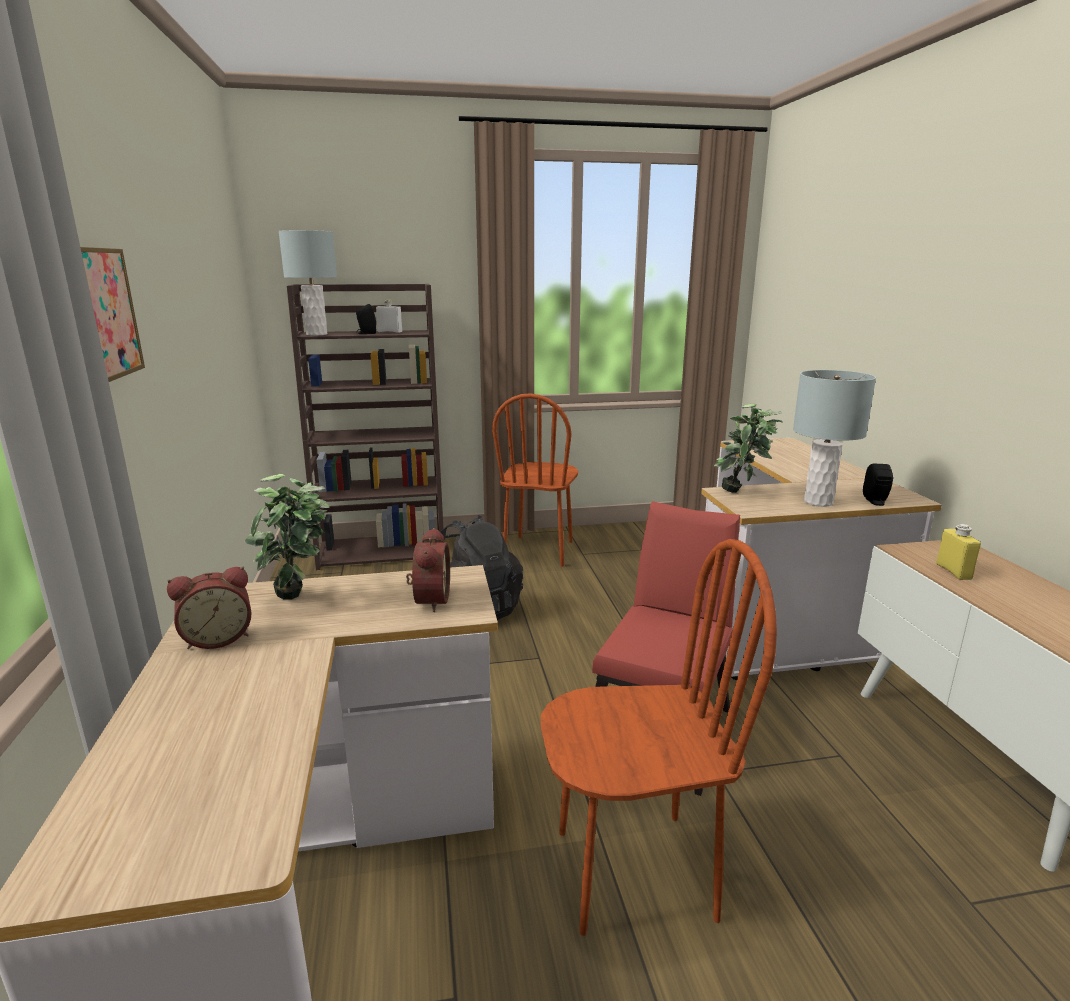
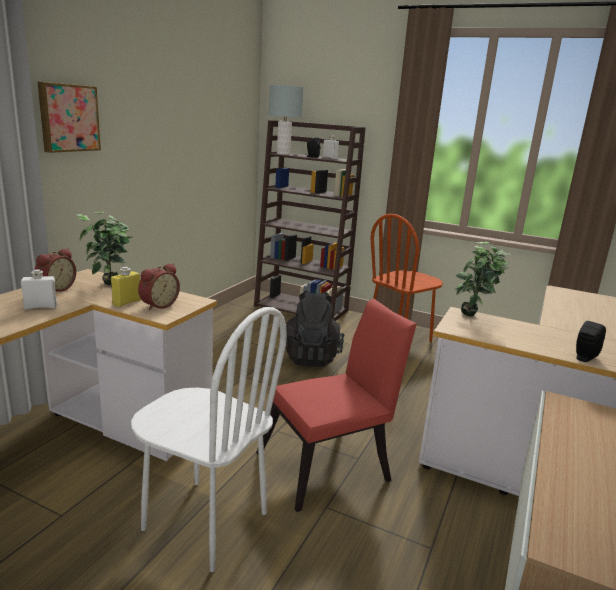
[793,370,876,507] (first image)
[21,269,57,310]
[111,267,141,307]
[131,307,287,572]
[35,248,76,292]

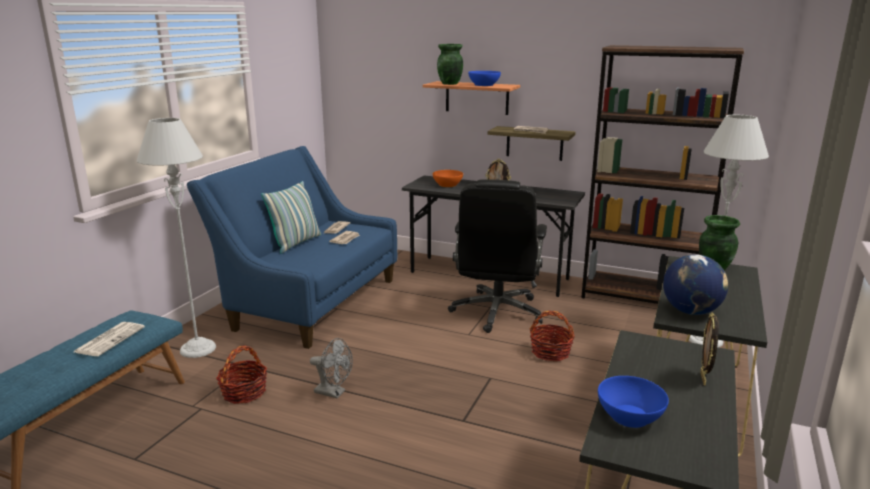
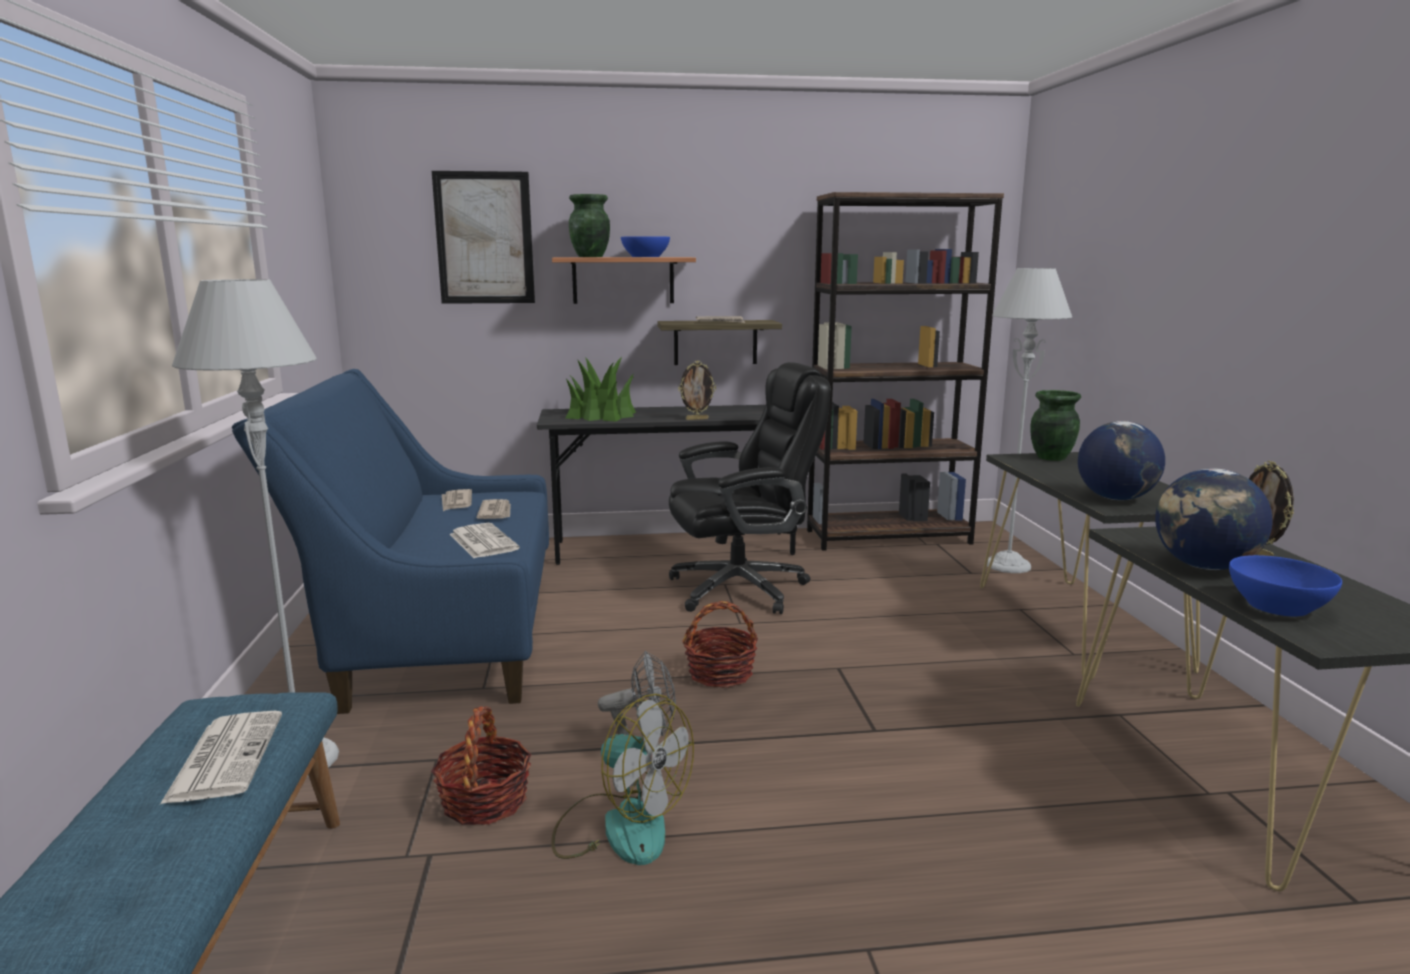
[261,181,321,254] (first image)
[432,171,535,304]
[450,523,520,558]
[551,694,694,865]
[1155,469,1272,570]
[682,601,758,688]
[566,357,636,421]
[669,362,831,614]

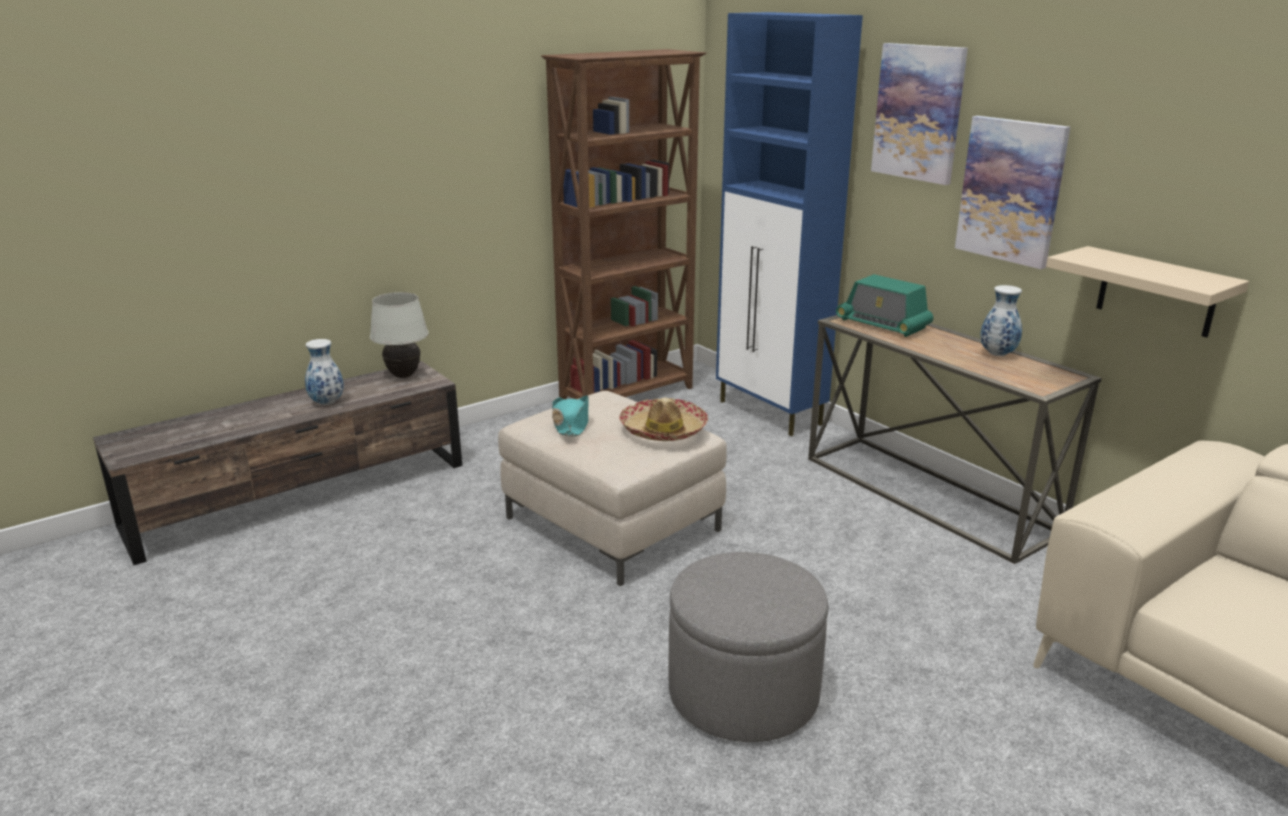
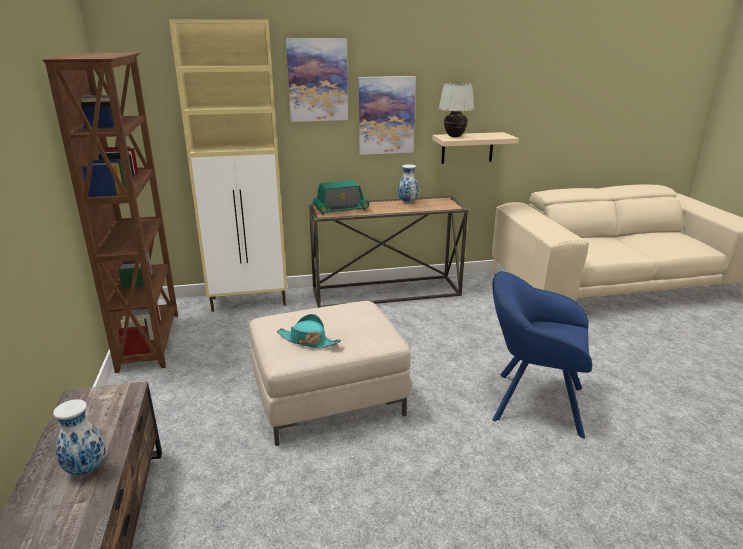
[619,398,708,441] (first image)
[438,82,475,137]
[492,271,592,438]
[169,19,287,312]

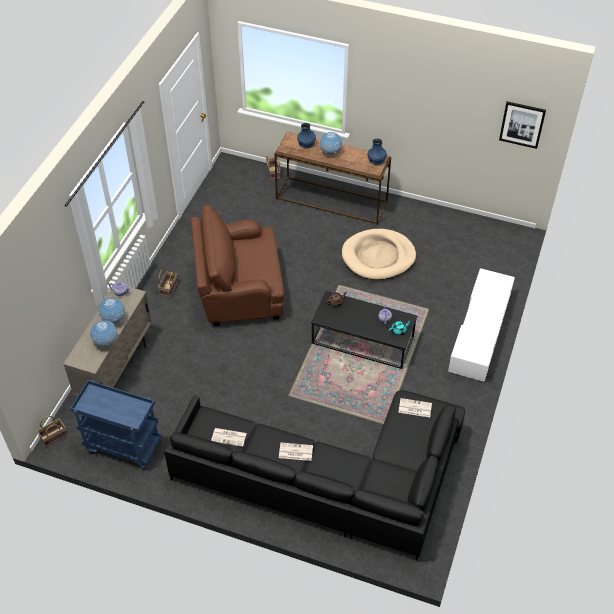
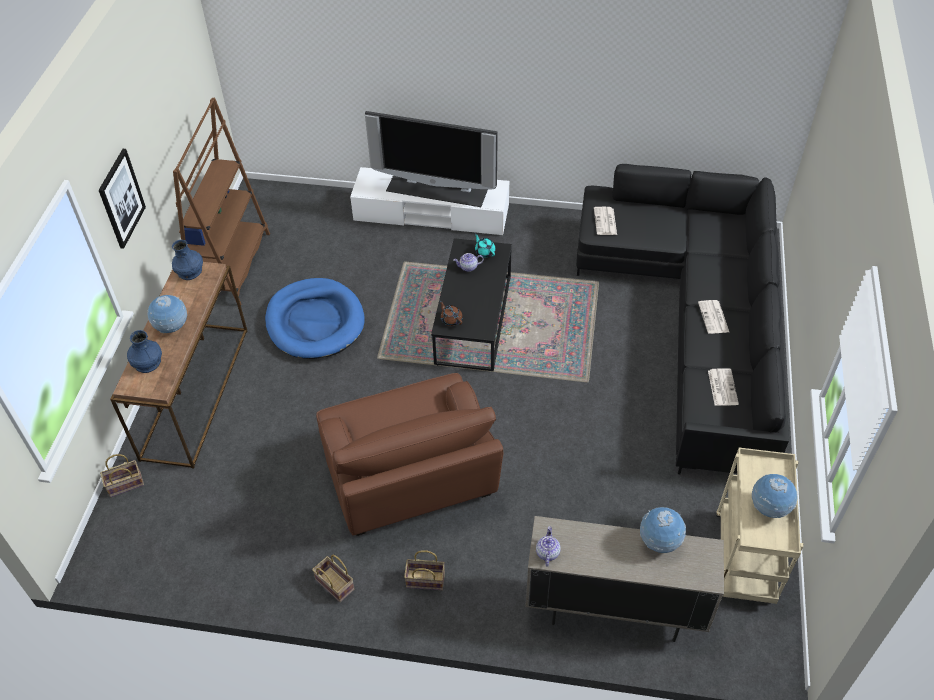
[173,98,270,305]
[365,111,498,207]
[312,555,354,602]
[752,474,797,518]
[99,149,146,249]
[716,448,803,604]
[265,278,365,359]

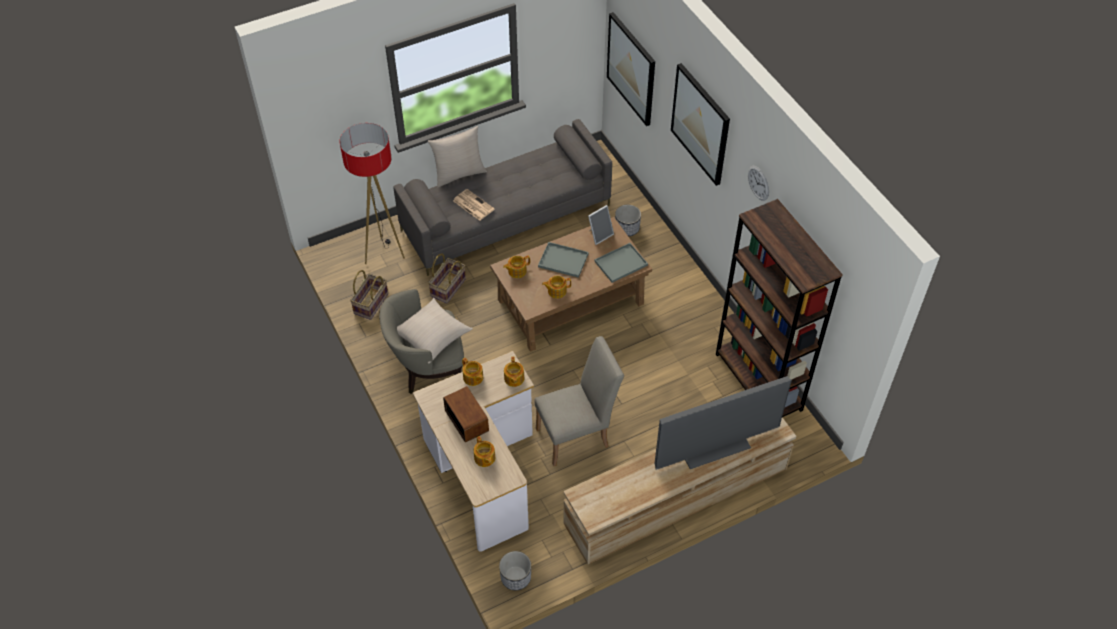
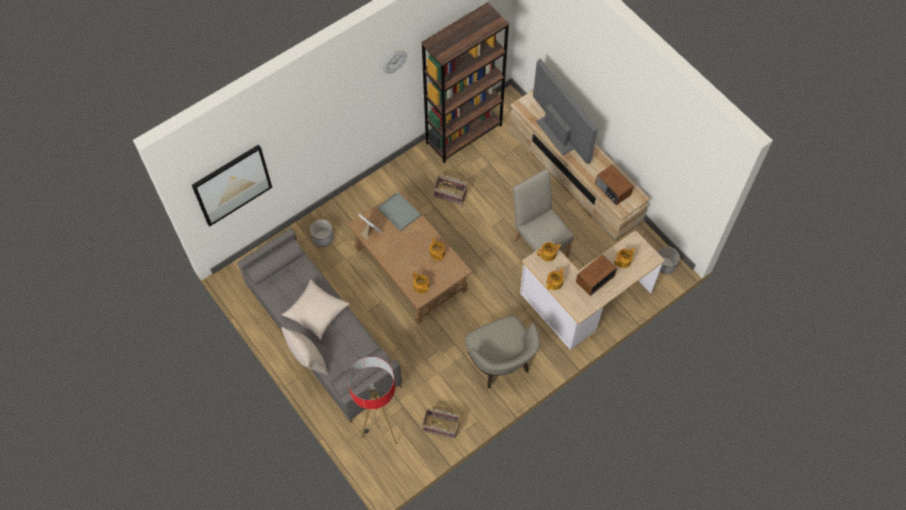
[453,189,495,221] (first image)
[538,242,589,278] (first image)
[671,63,730,186] (first image)
[595,165,633,205]
[282,279,349,340]
[433,168,468,205]

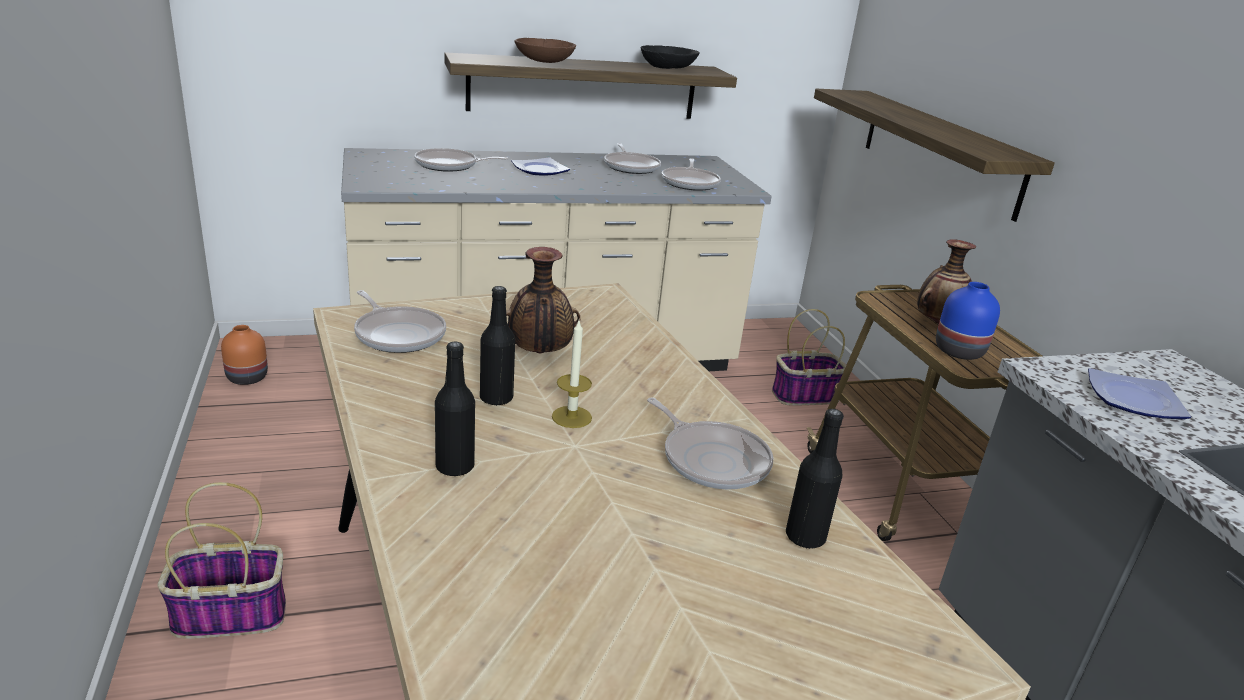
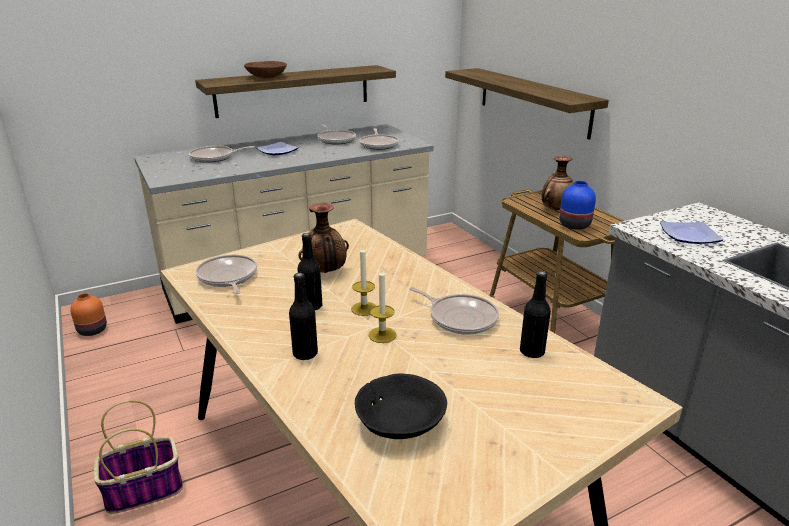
[772,309,846,406] (first image)
[368,269,397,343]
[355,373,447,439]
[196,255,257,294]

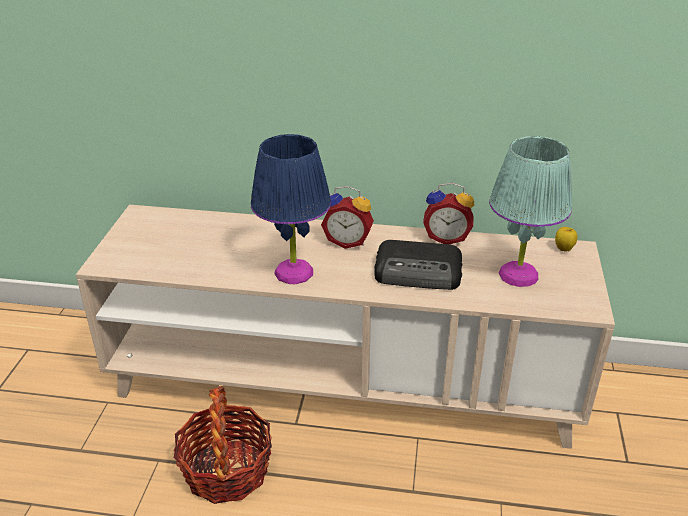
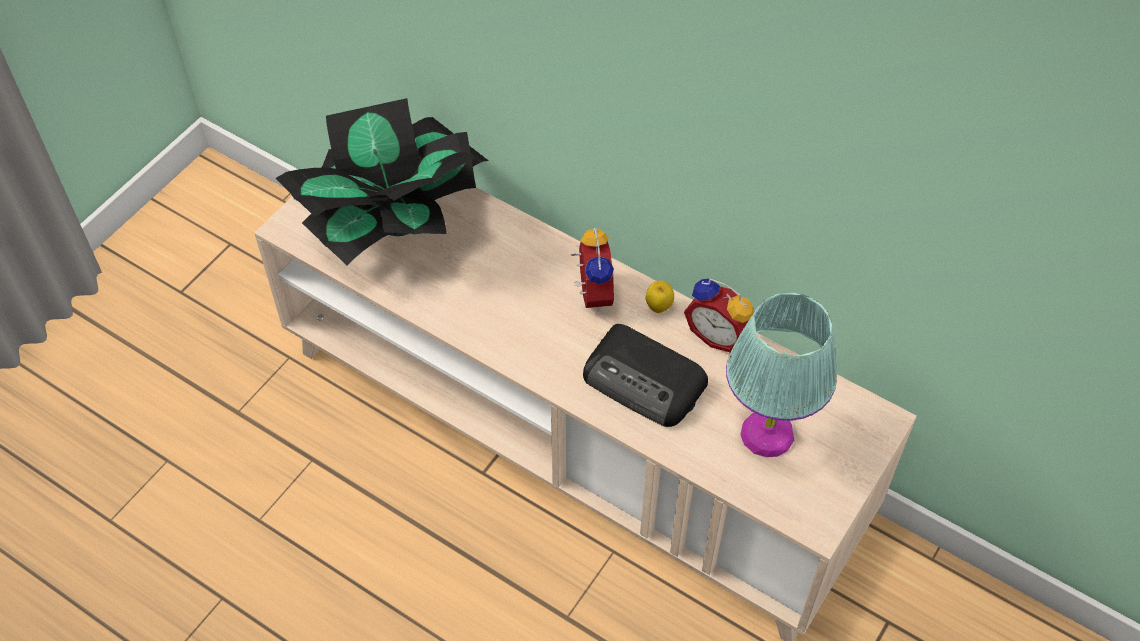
[174,386,272,504] (first image)
[251,134,331,284] (first image)
[276,98,489,266]
[646,280,674,313]
[570,228,614,312]

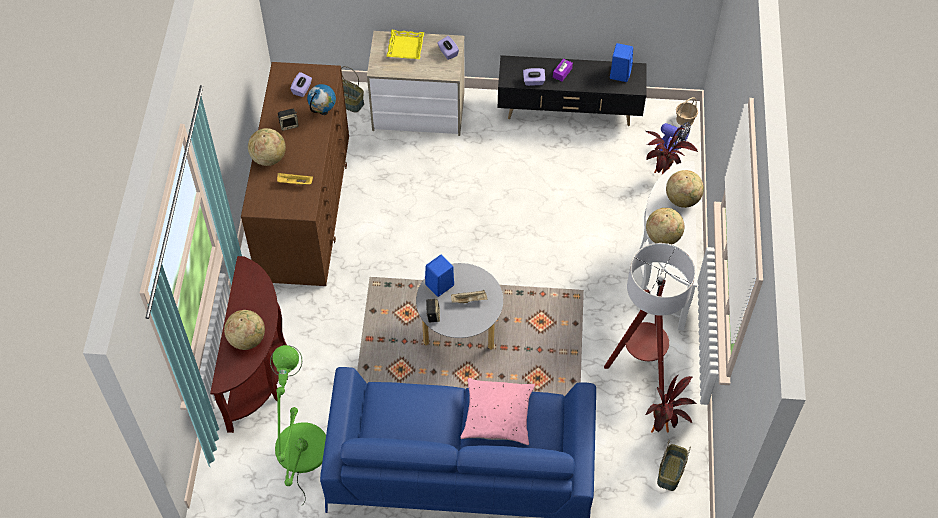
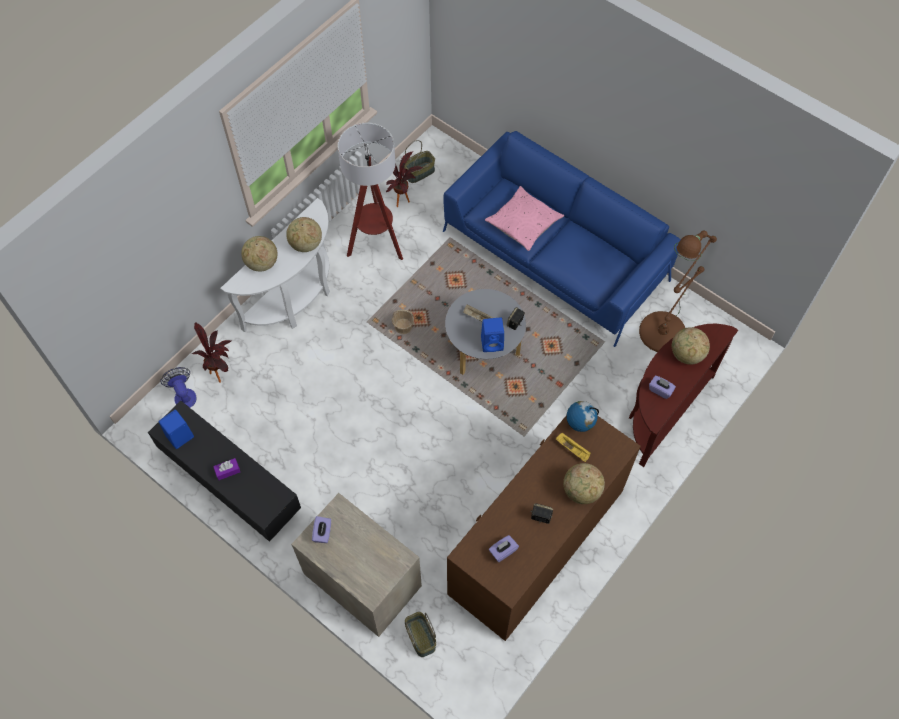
[386,30,424,59] (first image)
[566,401,599,432]
[649,375,676,399]
[392,310,414,334]
[639,231,717,352]

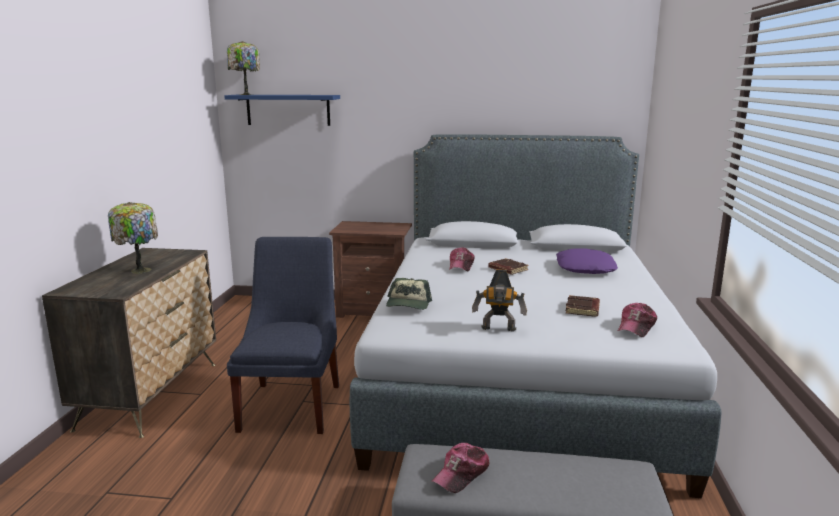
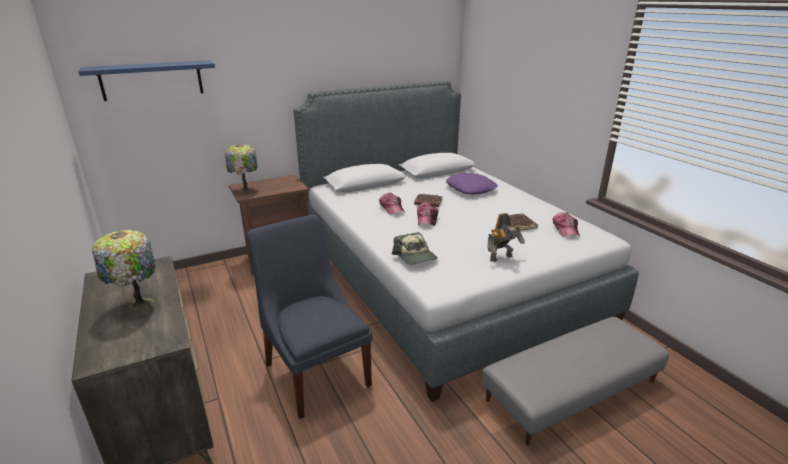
[225,144,258,193]
[417,203,439,226]

